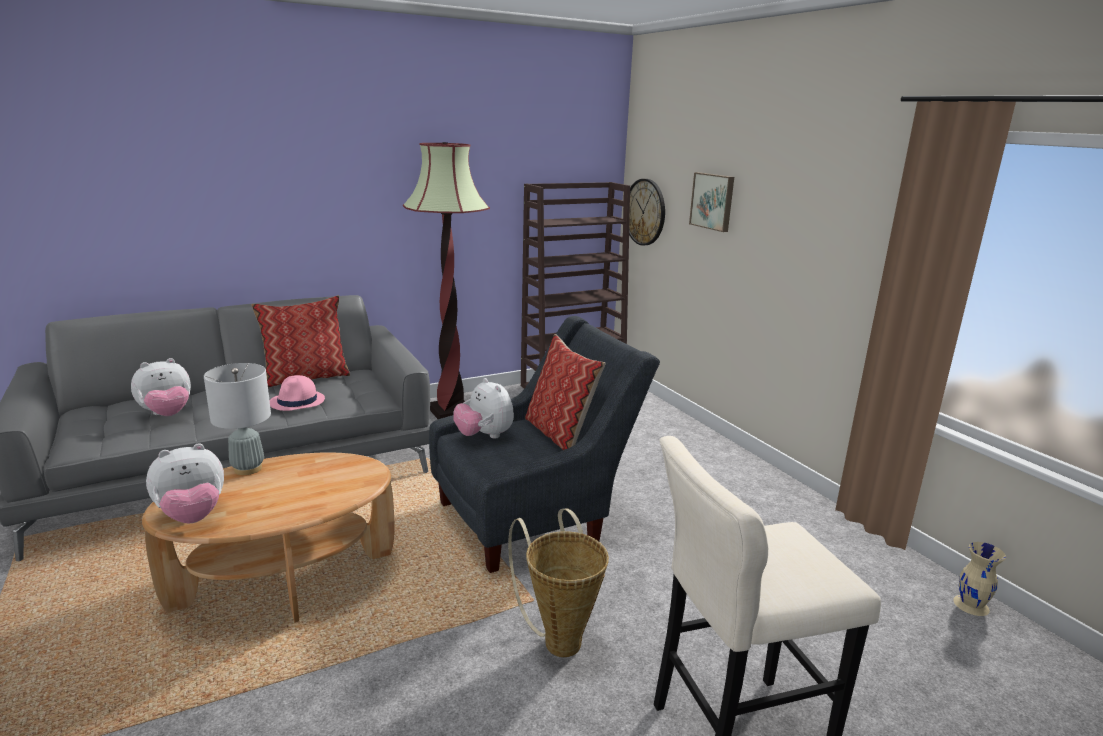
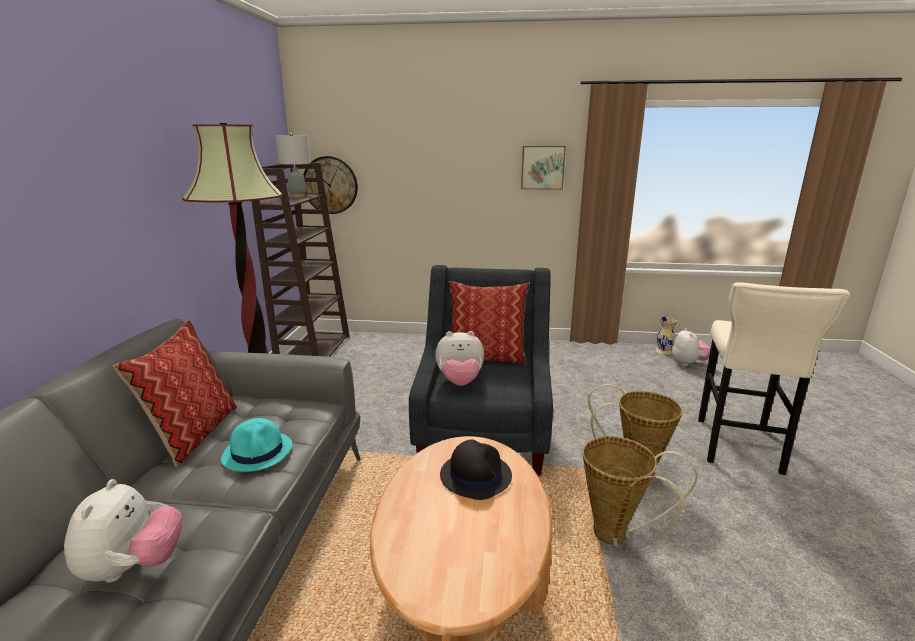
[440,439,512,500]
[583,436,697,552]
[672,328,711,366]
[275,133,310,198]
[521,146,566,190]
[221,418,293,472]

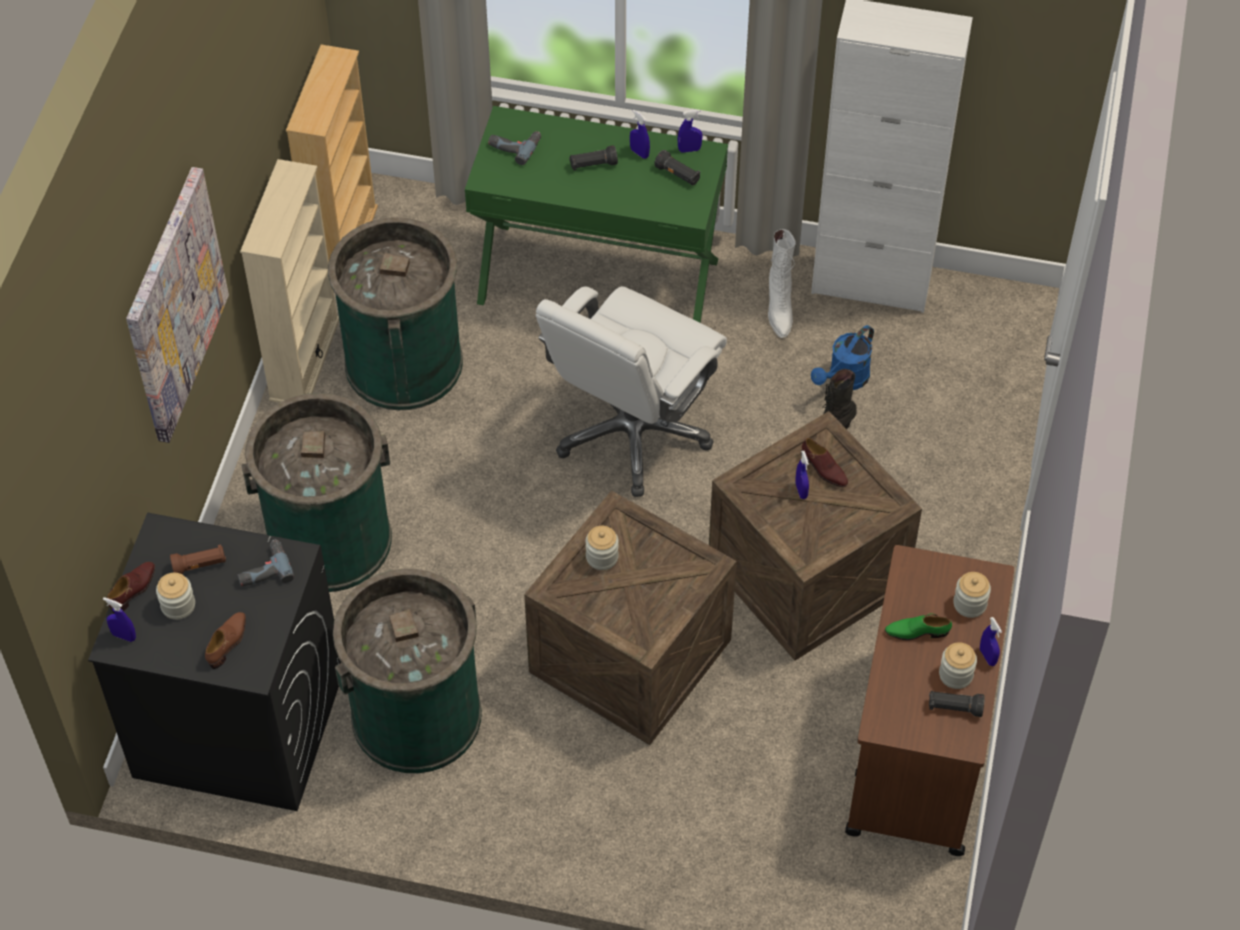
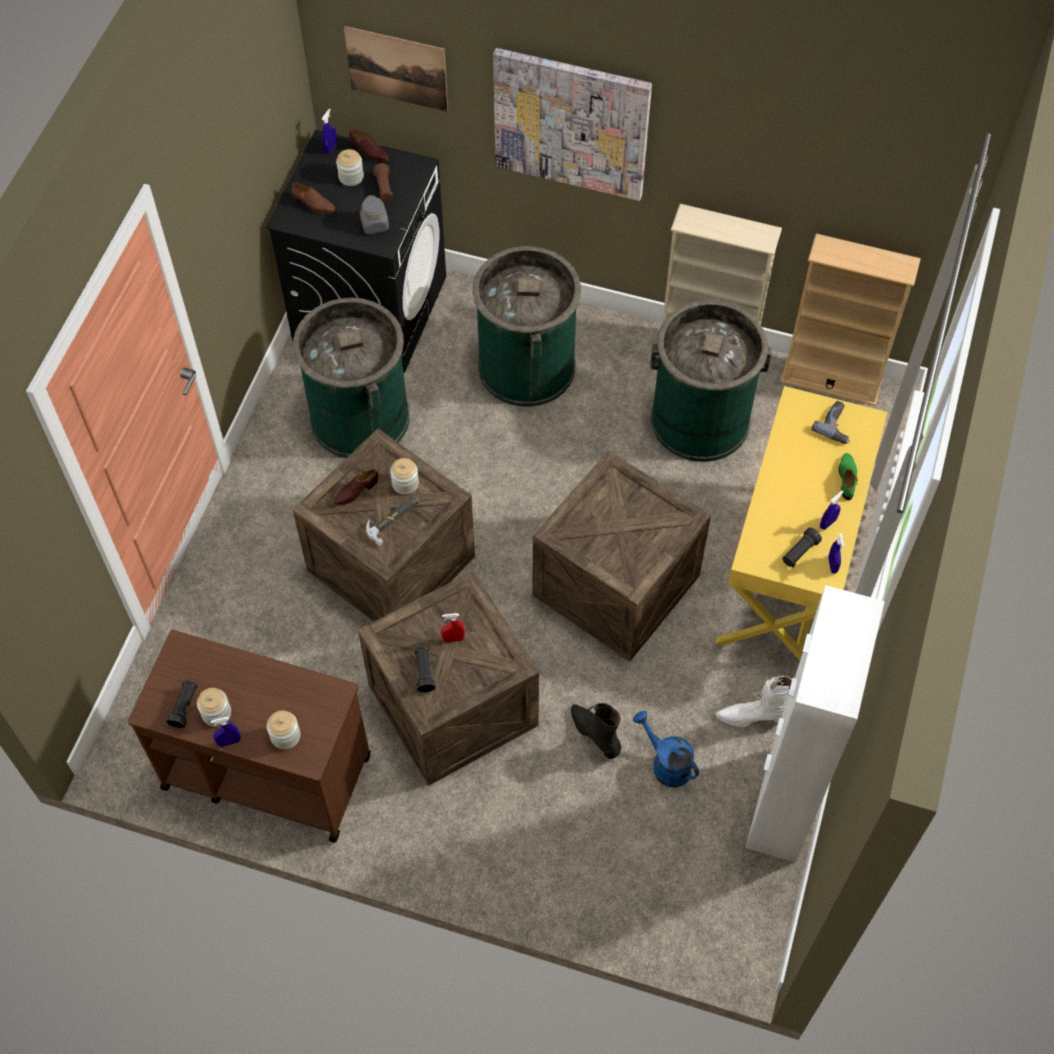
[344,26,448,112]
[366,496,419,546]
[414,646,436,693]
[334,469,379,505]
[839,453,858,500]
[360,195,389,234]
[532,450,711,661]
[715,386,887,661]
[441,613,465,642]

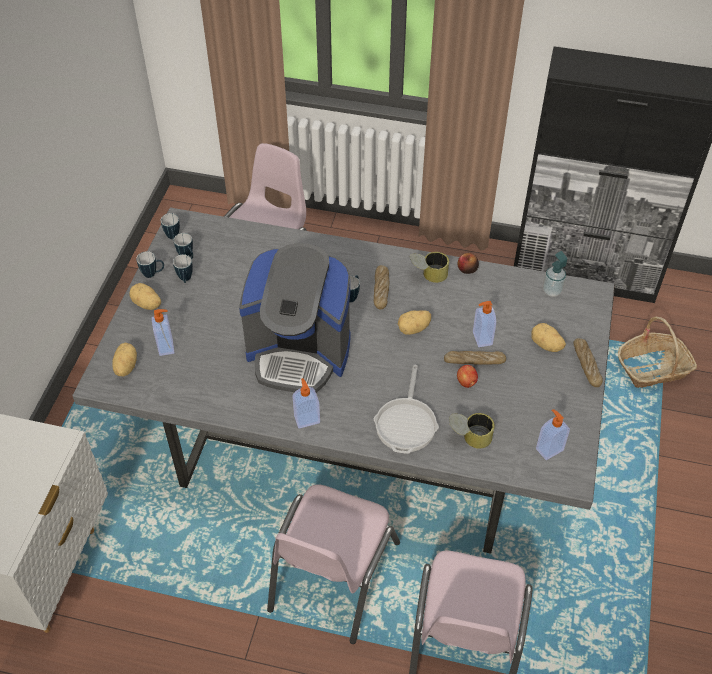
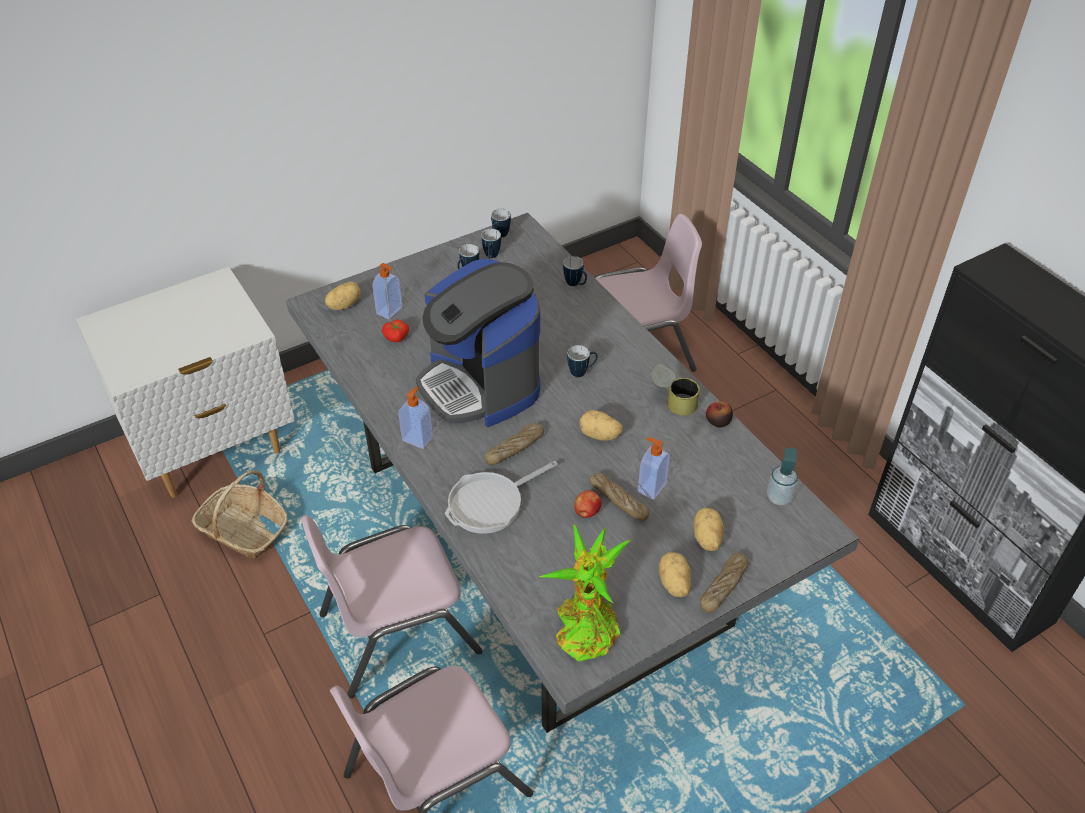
[449,413,495,449] (first image)
[382,319,409,342]
[659,552,691,597]
[563,256,587,286]
[485,423,544,465]
[191,470,288,559]
[539,524,632,662]

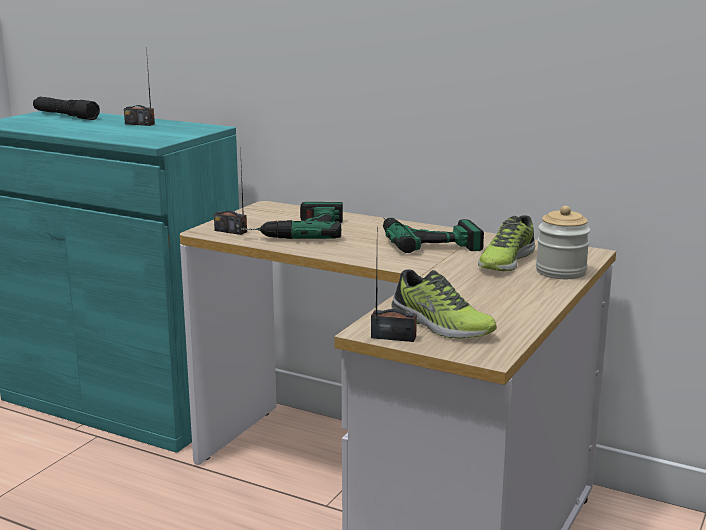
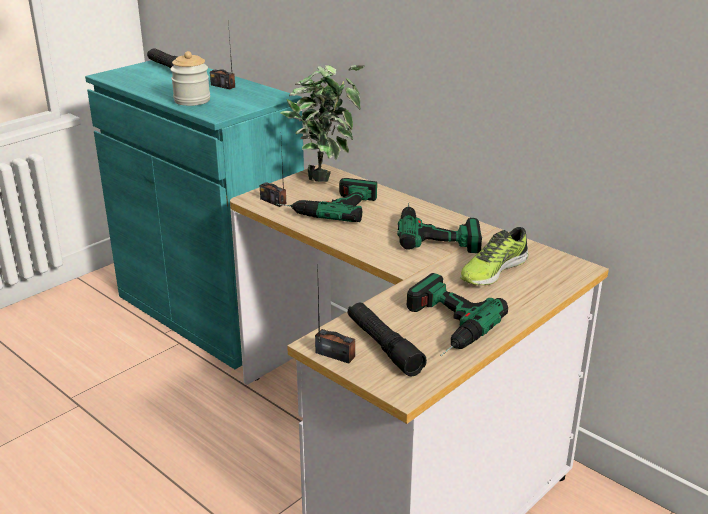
[281,65,364,182]
[407,273,508,356]
[170,51,210,106]
[348,303,427,376]

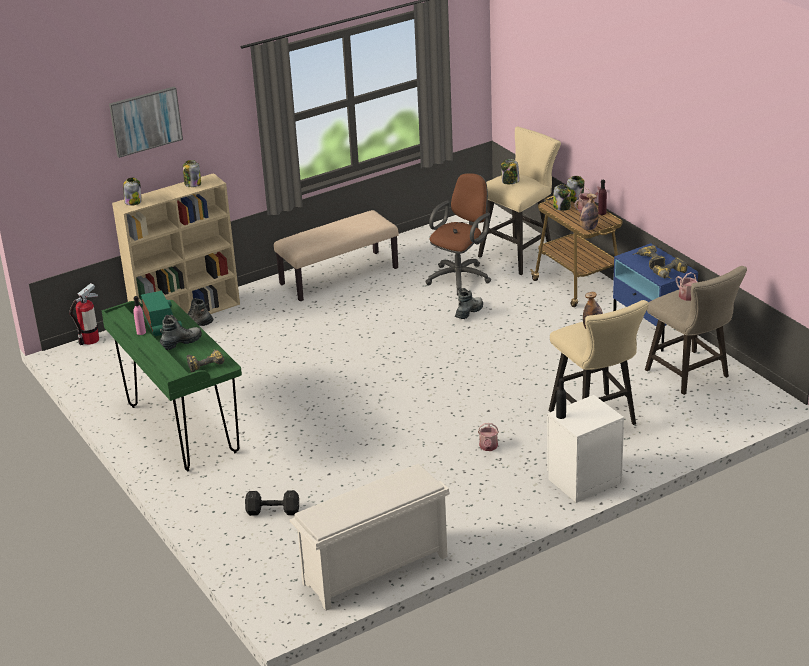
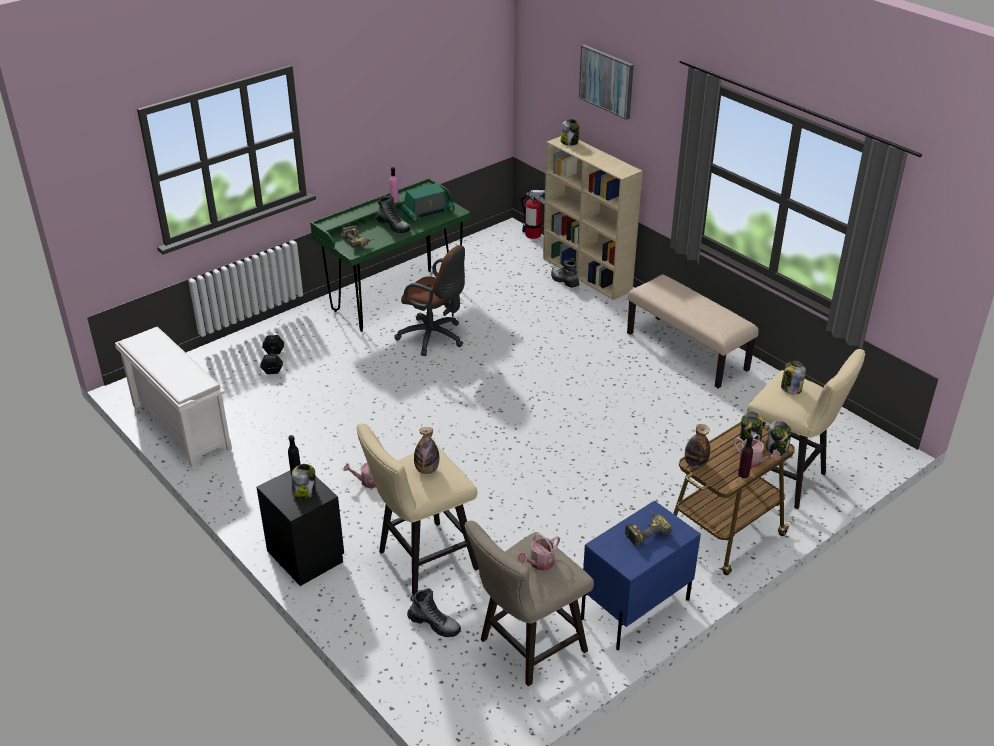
[652,257,688,279] (first image)
[292,464,316,499]
[395,245,465,356]
[407,588,461,637]
[256,470,344,586]

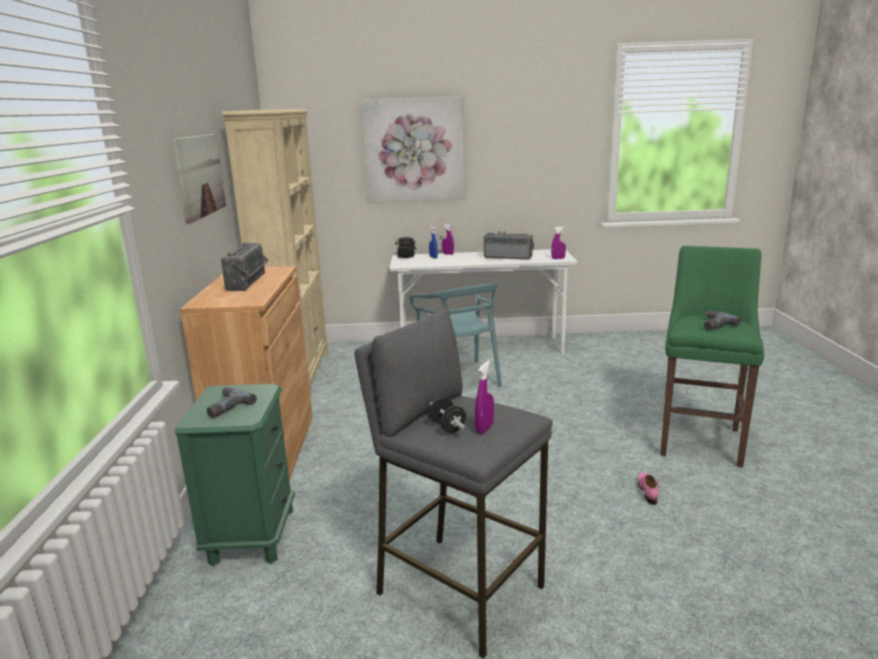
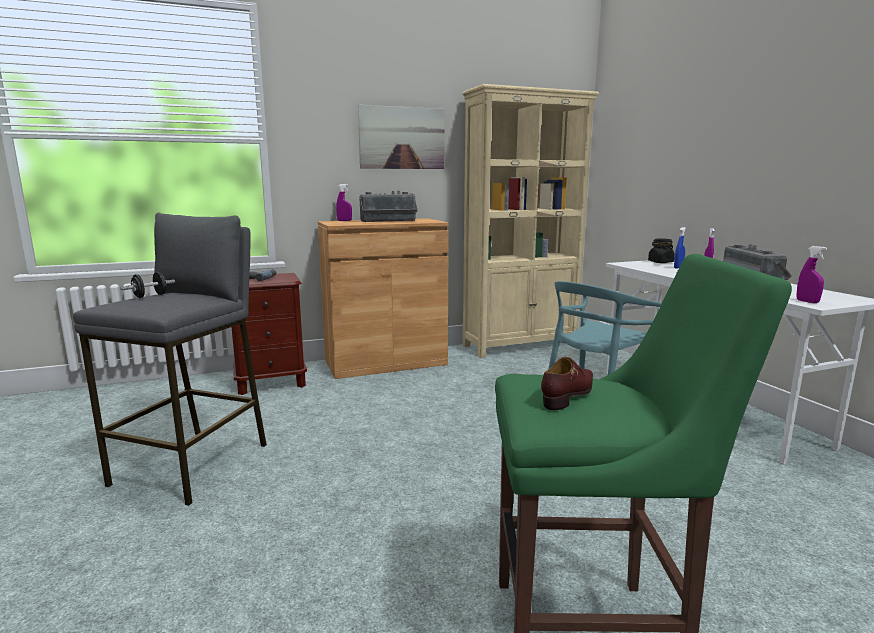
[361,96,464,203] (first image)
[638,473,659,505] (first image)
[336,184,352,221]
[541,357,593,410]
[232,273,307,395]

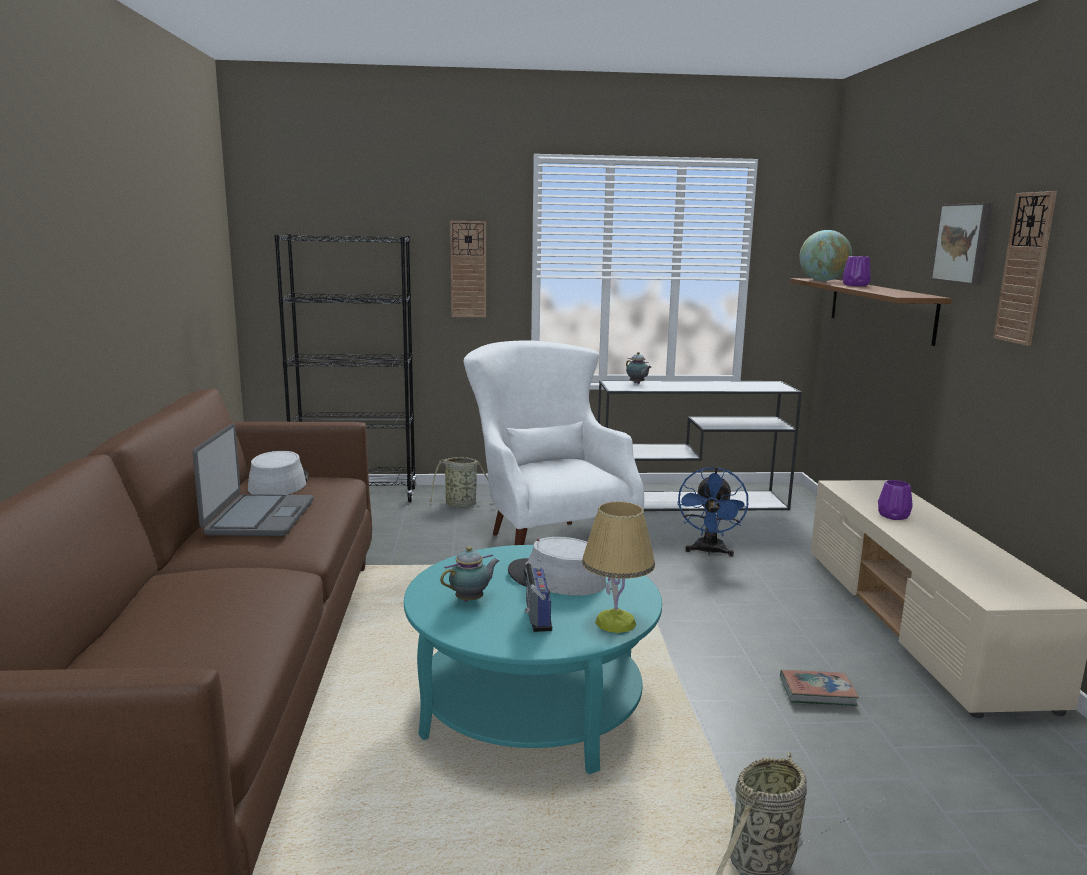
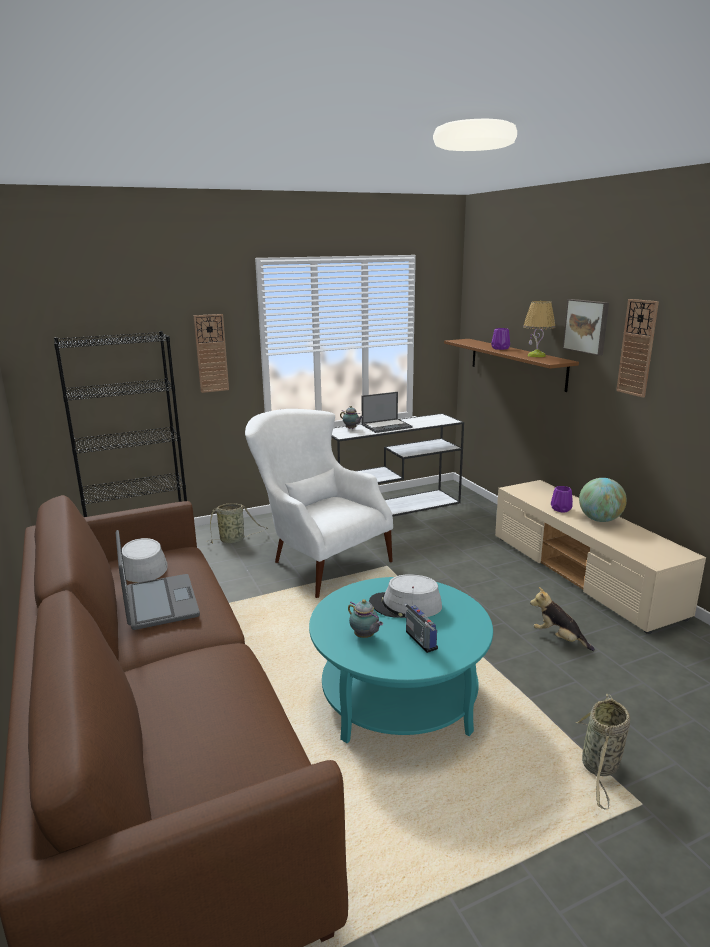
[677,467,748,557] (first image)
[361,392,413,433]
[523,301,556,357]
[579,478,627,522]
[530,587,595,651]
[348,599,383,638]

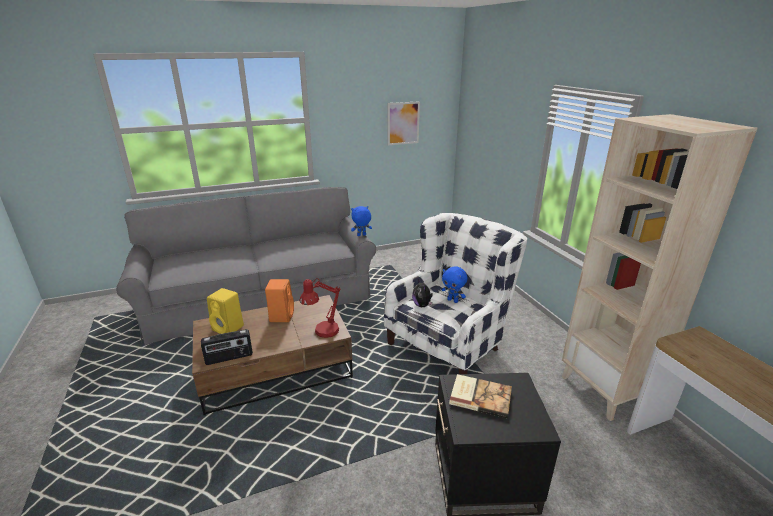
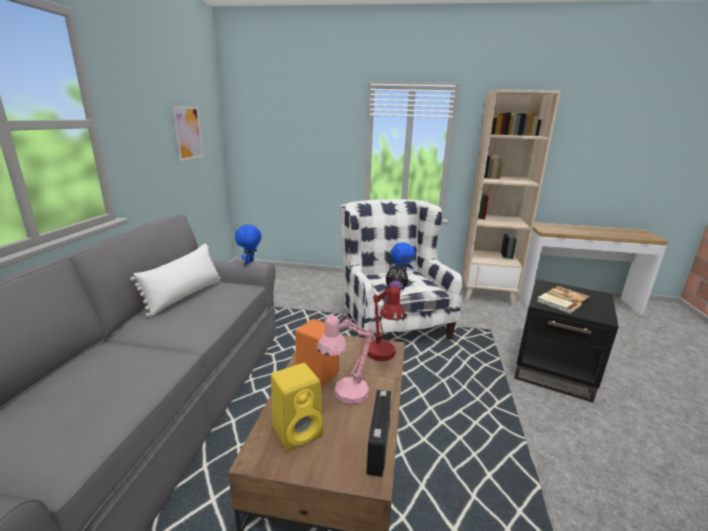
[130,244,221,317]
[317,314,375,405]

